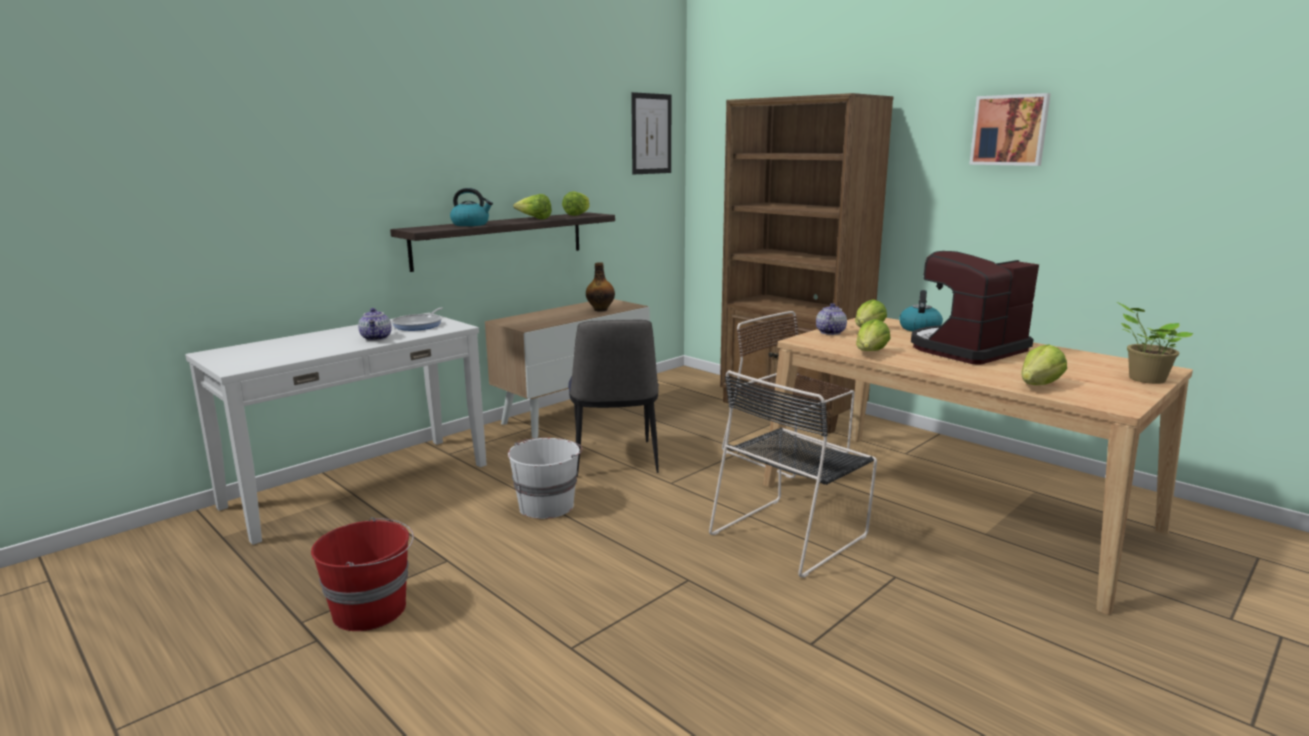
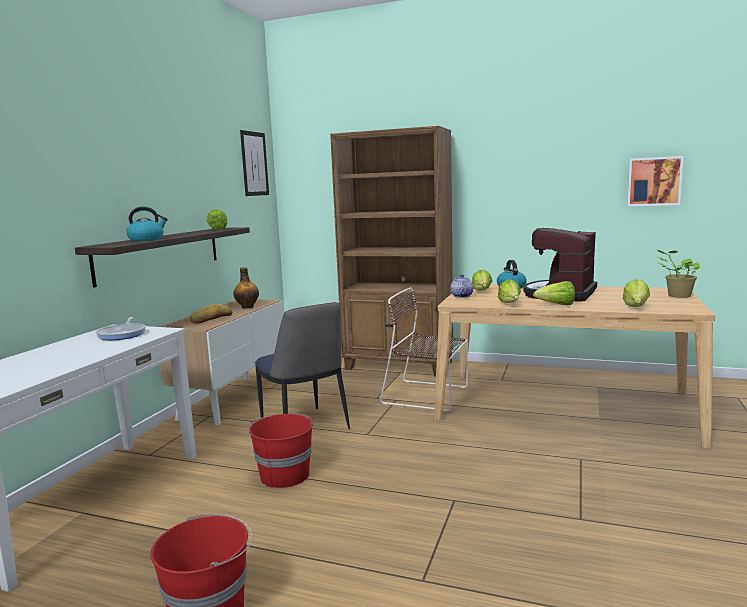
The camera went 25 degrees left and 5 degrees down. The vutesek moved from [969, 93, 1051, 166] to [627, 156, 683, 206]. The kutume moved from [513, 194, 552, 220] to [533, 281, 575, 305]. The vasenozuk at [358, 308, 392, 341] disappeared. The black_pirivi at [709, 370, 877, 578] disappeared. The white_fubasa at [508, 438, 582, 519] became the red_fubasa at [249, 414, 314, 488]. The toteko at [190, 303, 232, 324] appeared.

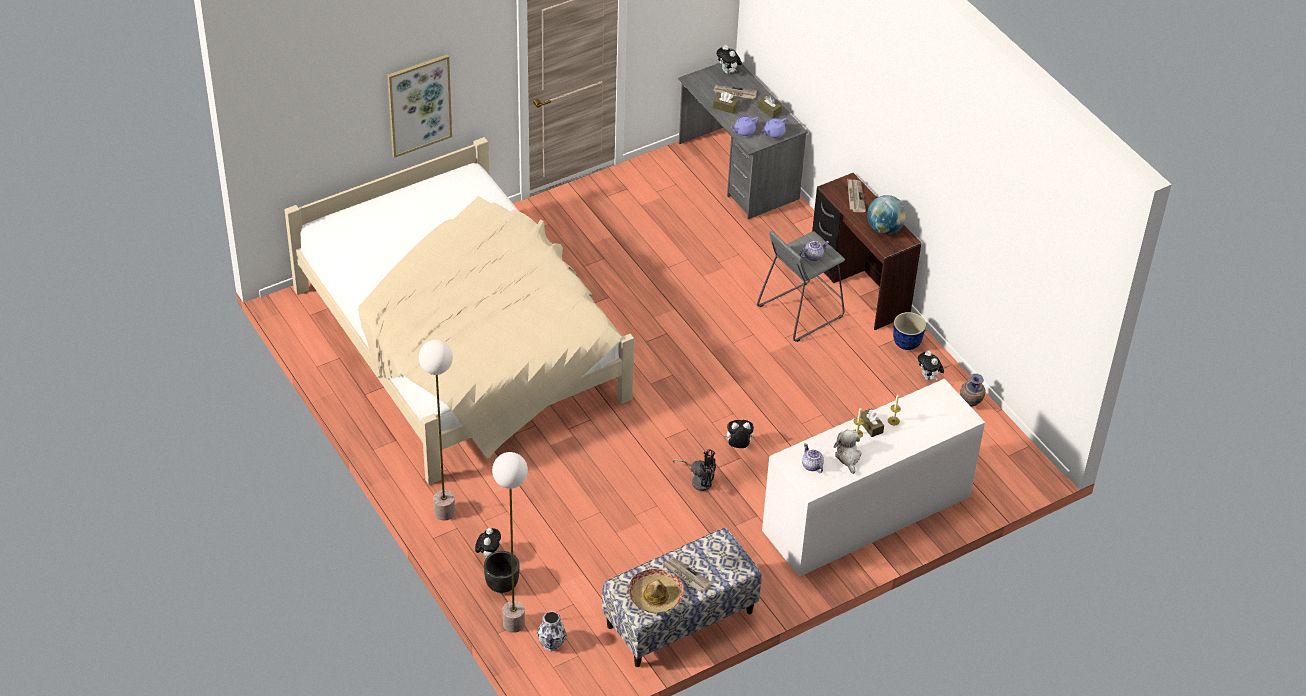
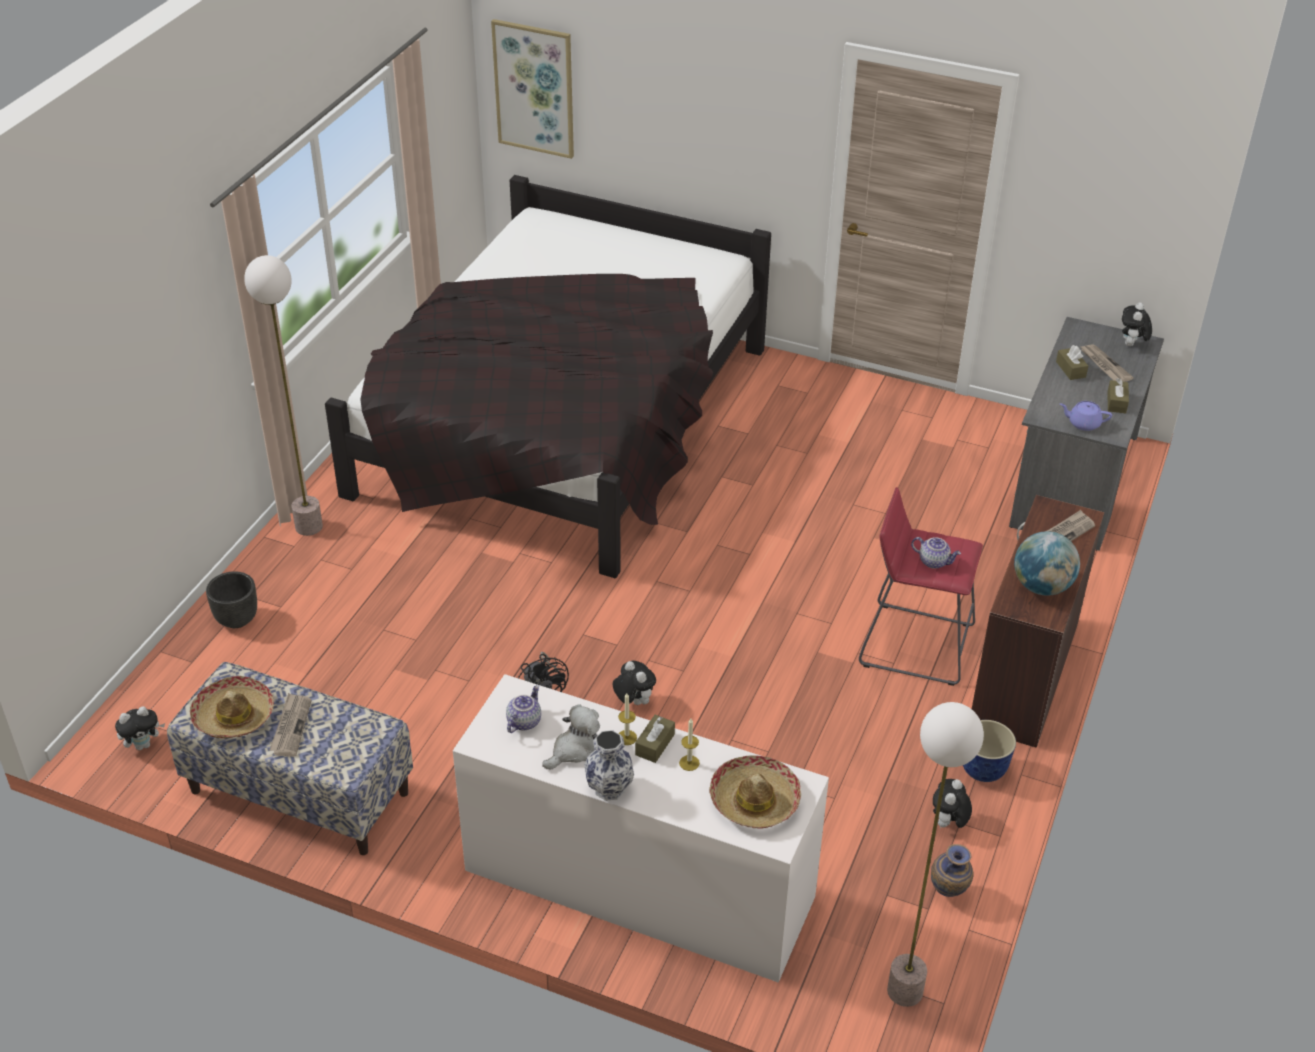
The camera went 55 degrees right and 5 degrees down. The vutesek moved from [387, 54, 452, 158] to [491, 19, 574, 159]. The purple_vasenozuk at [731, 116, 759, 136] disappeared. The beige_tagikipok at [285, 137, 635, 485] became the black_tagikipok at [325, 175, 771, 578]. The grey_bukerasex at [757, 231, 845, 342] became the red_bukerasex at [859, 487, 983, 686]. The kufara moved from [492, 452, 528, 633] to [887, 702, 984, 1007]. The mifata moved from [475, 528, 501, 558] to [115, 706, 165, 750]. The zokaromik moved from [536, 611, 567, 652] to [584, 730, 634, 801]. The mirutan at [709, 755, 801, 829] appeared.

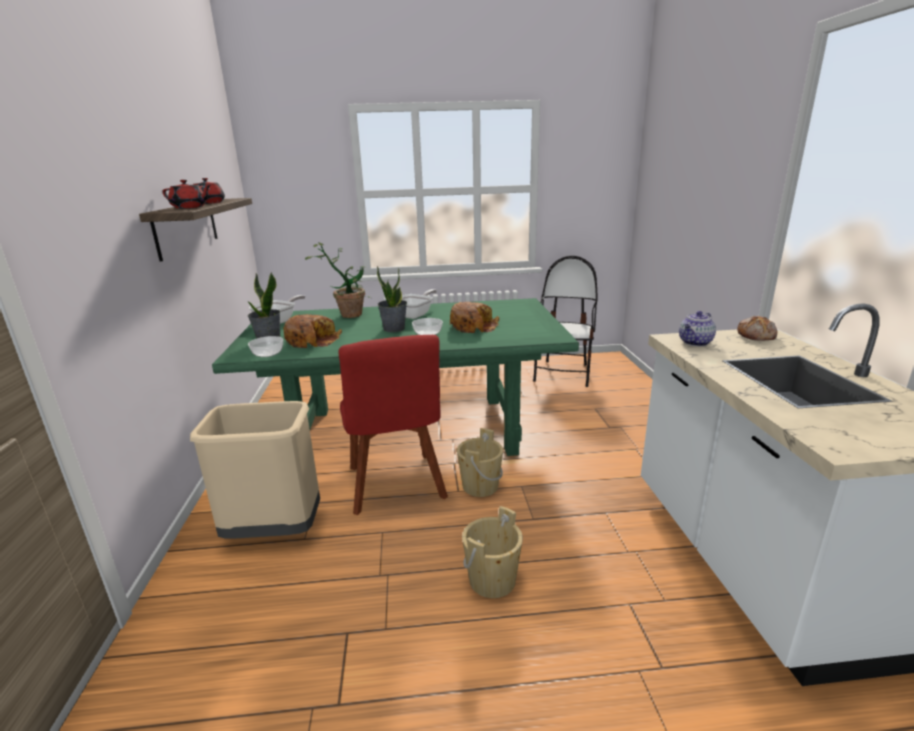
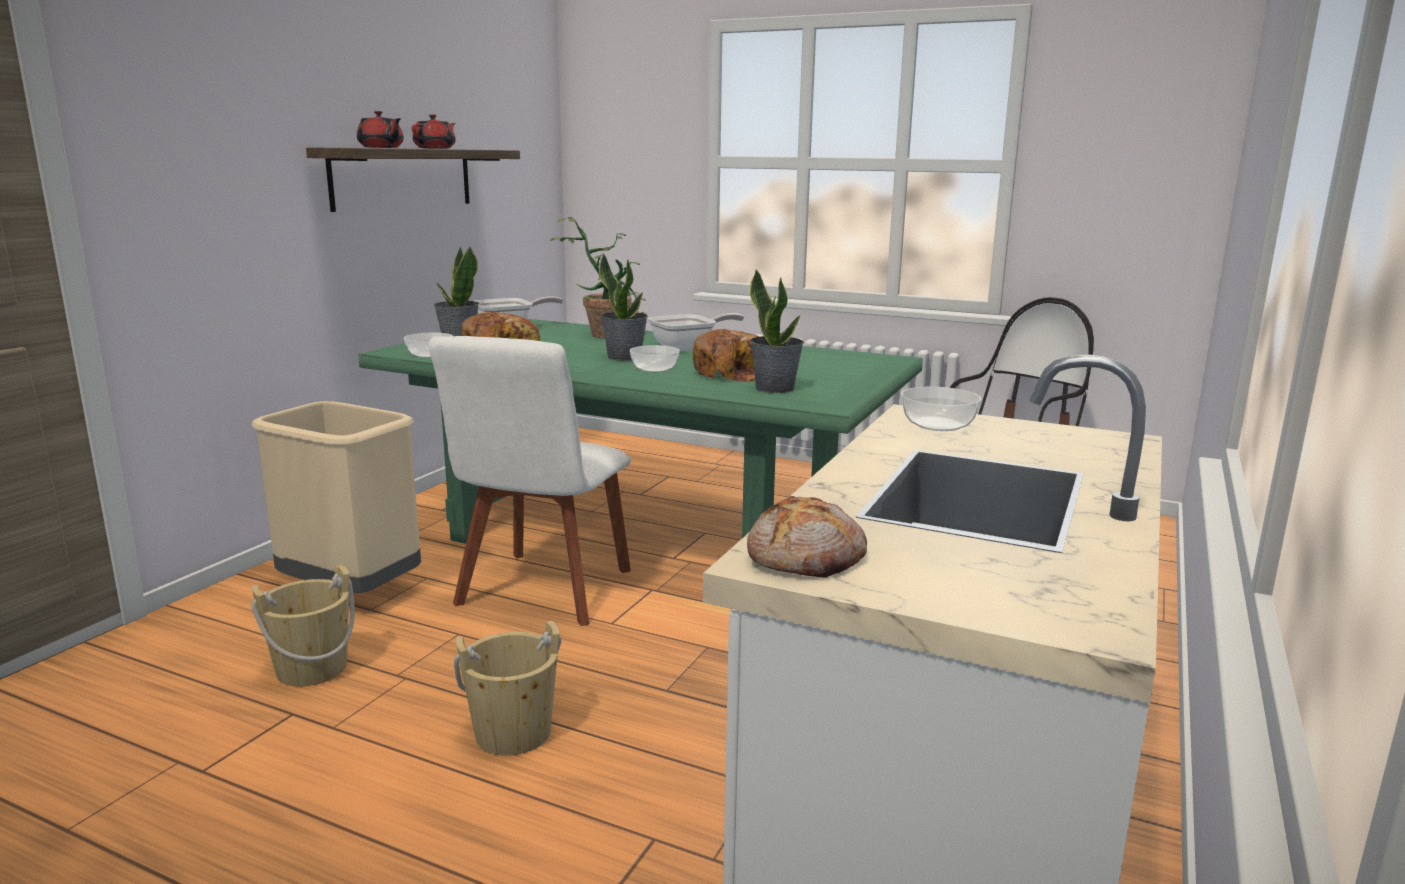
The camera went 30 degrees right and 5 degrees down. The vasenozuk at [679, 311, 716, 346] was replaced by the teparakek at [901, 387, 981, 431]. The toteko moved from [737, 316, 777, 341] to [747, 496, 867, 578]. The red_pirivi at [338, 335, 448, 515] became the white_pirivi at [428, 336, 631, 626]. The beige_fubasa moved from [457, 428, 503, 497] to [251, 565, 355, 686]. The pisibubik at [750, 270, 804, 393] appeared.

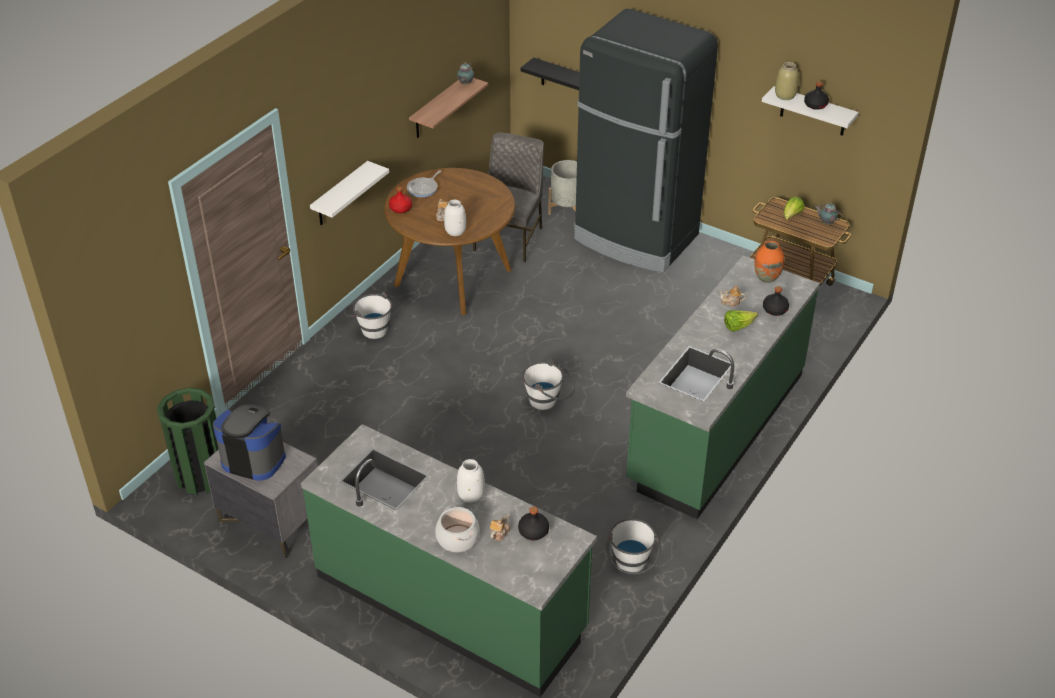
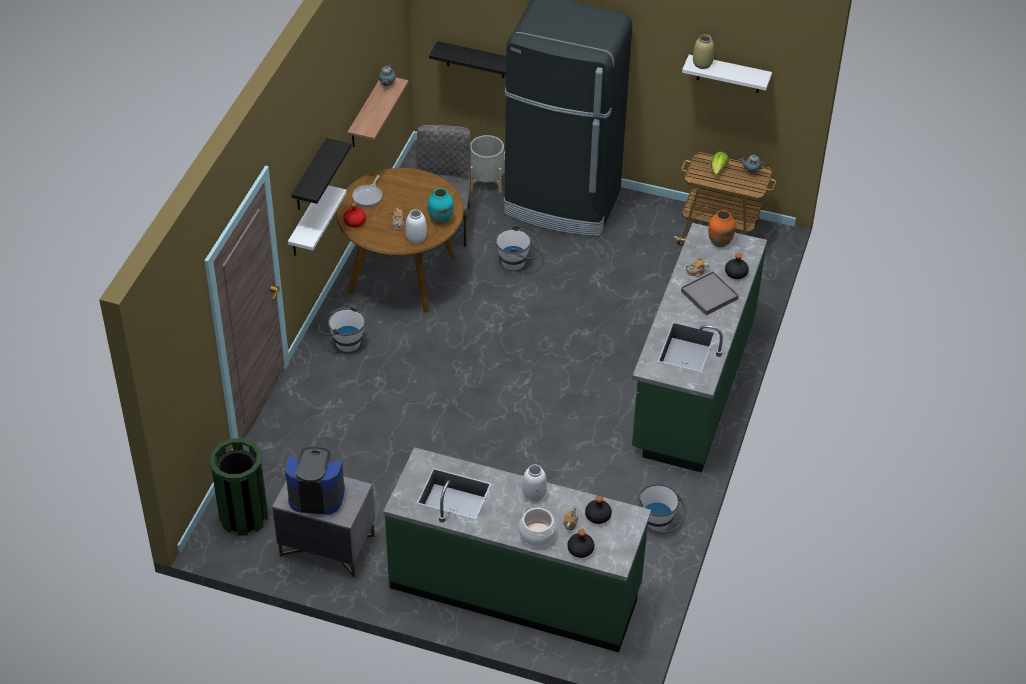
The camera went 15 degrees left and 5 degrees up. The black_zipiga moved from [804, 81, 829, 110] to [568, 529, 595, 558]. The kutume at [724, 310, 758, 331] was replaced by the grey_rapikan at [681, 271, 739, 316]. The white_fubasa moved from [522, 359, 575, 410] to [495, 225, 542, 270]. The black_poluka at [292, 138, 351, 210] appeared. The turquoise_zokaromik at [428, 188, 454, 225] appeared.

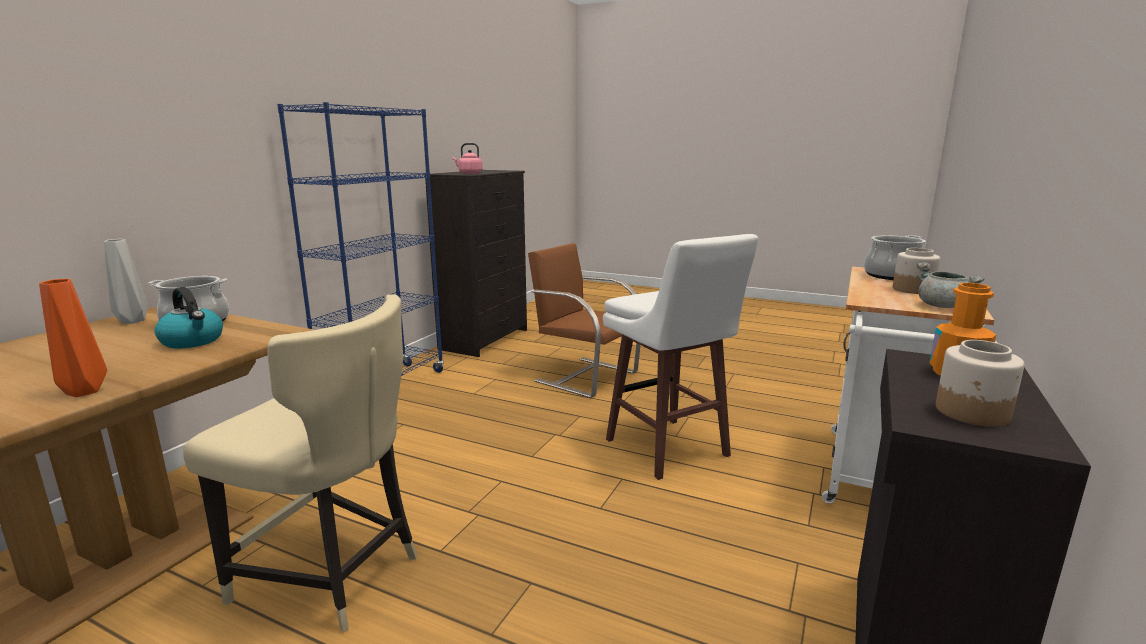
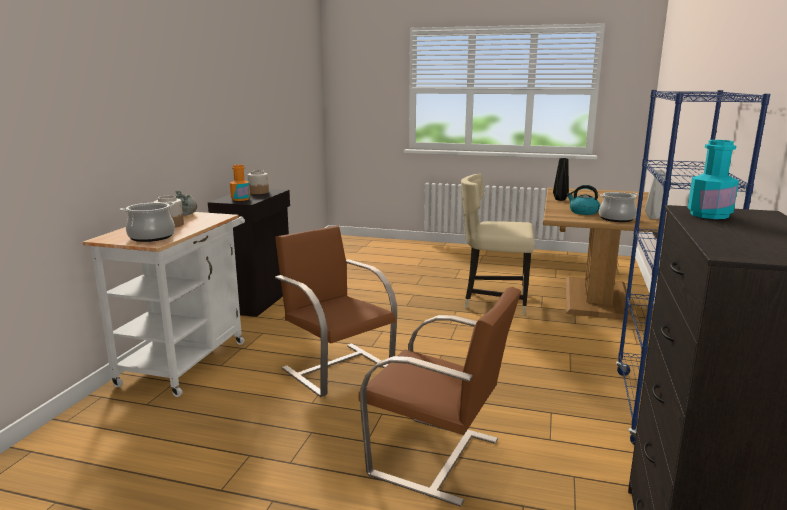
The camera went 170 degrees right and 0 degrees up. The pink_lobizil at [452, 143, 483, 174] was replaced by the turquoise_zipiga at [688, 140, 739, 219]. The white_bukerasex at [603, 234, 759, 480] was replaced by the brown_pirivi at [275, 225, 397, 397]. The orange_zokaromik at [39, 279, 107, 397] became the black_zokaromik at [553, 158, 569, 201].

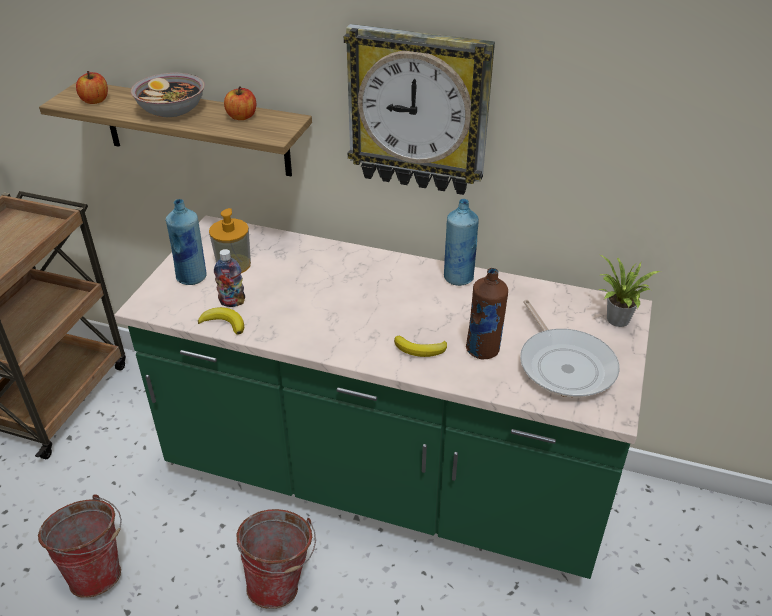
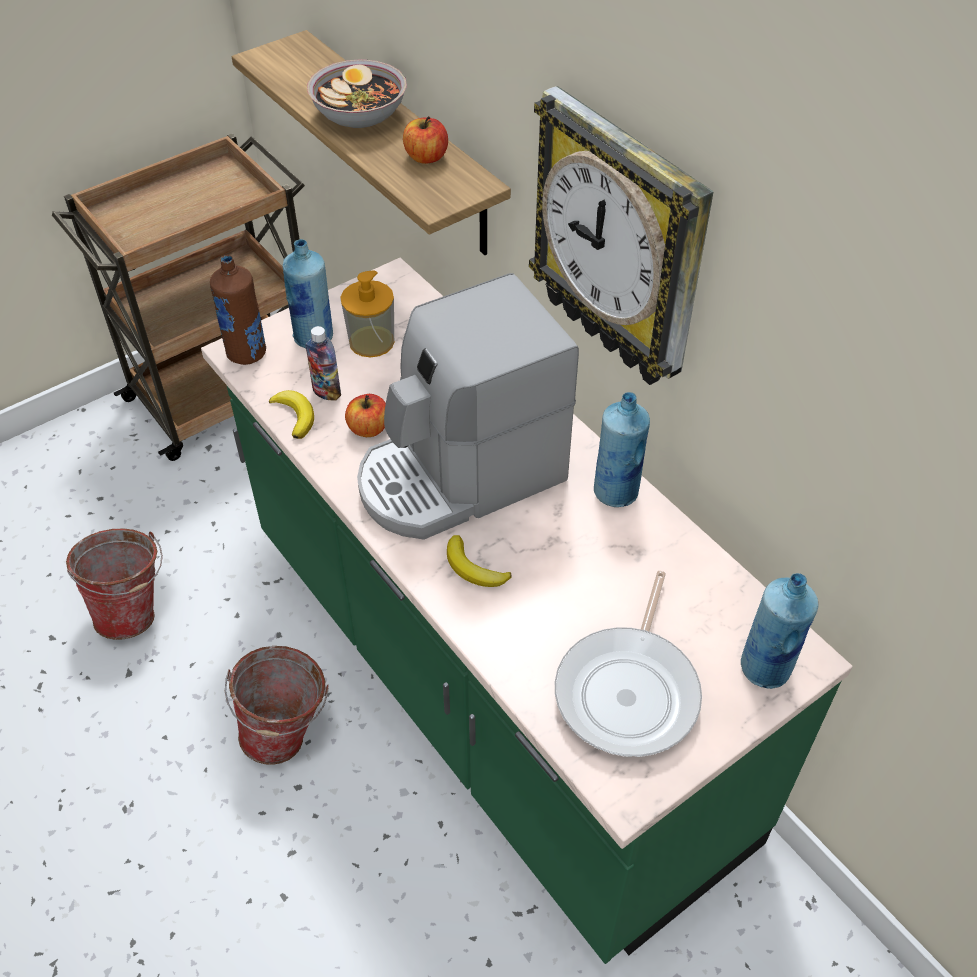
The camera went 35 degrees right and 10 degrees up. The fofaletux moved from [76, 71, 108, 104] to [345, 394, 386, 437]. The pisibubik at [599, 254, 660, 327] was replaced by the blue_zipiga at [741, 573, 818, 689]. The brown_zipiga moved from [466, 268, 508, 360] to [210, 255, 266, 365]. The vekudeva at [357, 273, 579, 540] appeared.

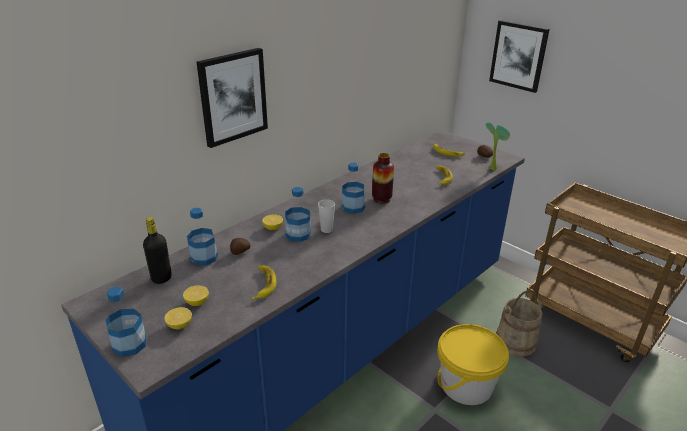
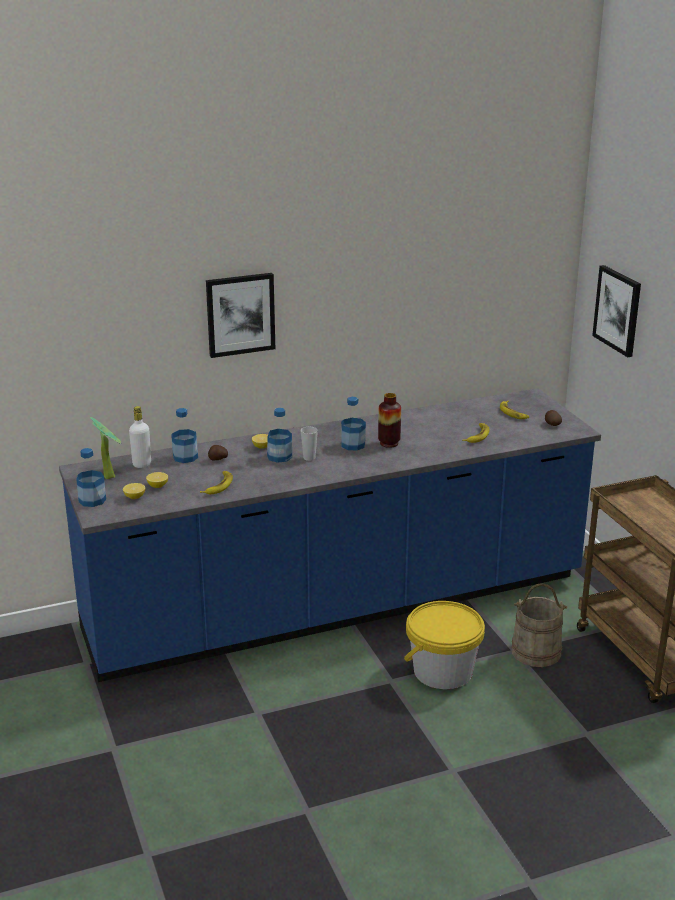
The camera went 25 degrees right and 5 degrees down. The pisibubik moved from [486, 122, 510, 171] to [90, 417, 121, 479]. The black_zipiga at [143, 217, 172, 284] became the white_zipiga at [129, 406, 151, 468].

